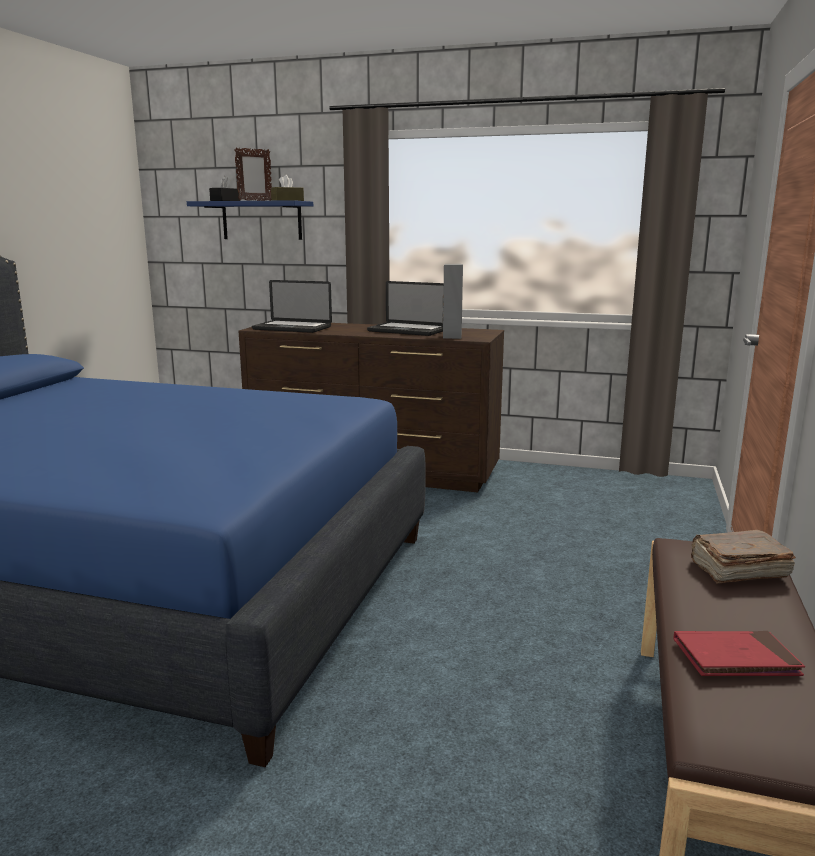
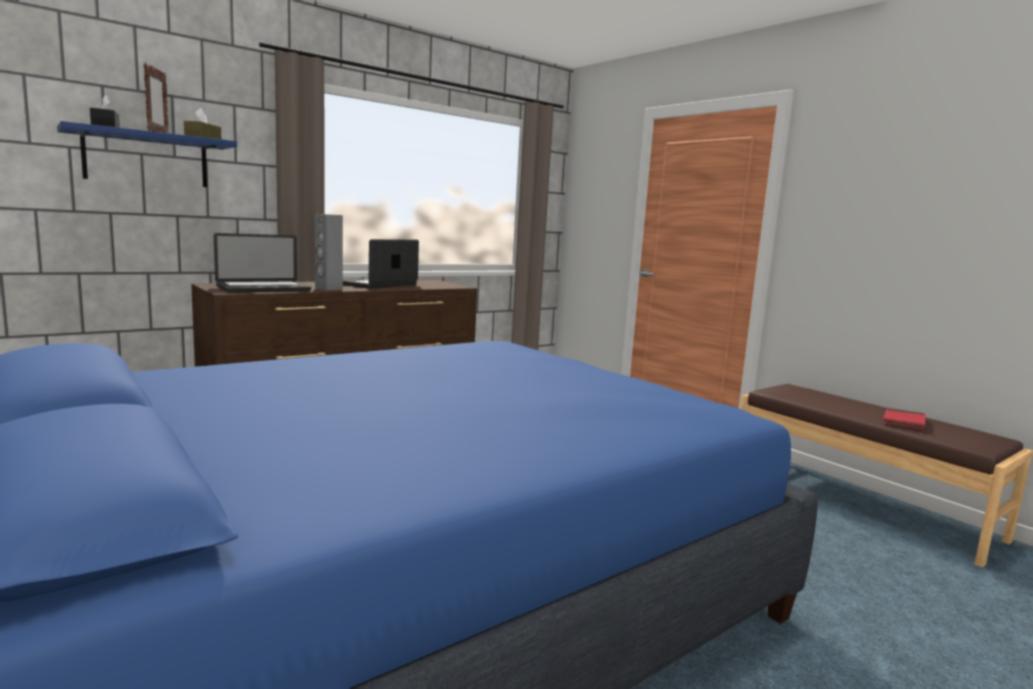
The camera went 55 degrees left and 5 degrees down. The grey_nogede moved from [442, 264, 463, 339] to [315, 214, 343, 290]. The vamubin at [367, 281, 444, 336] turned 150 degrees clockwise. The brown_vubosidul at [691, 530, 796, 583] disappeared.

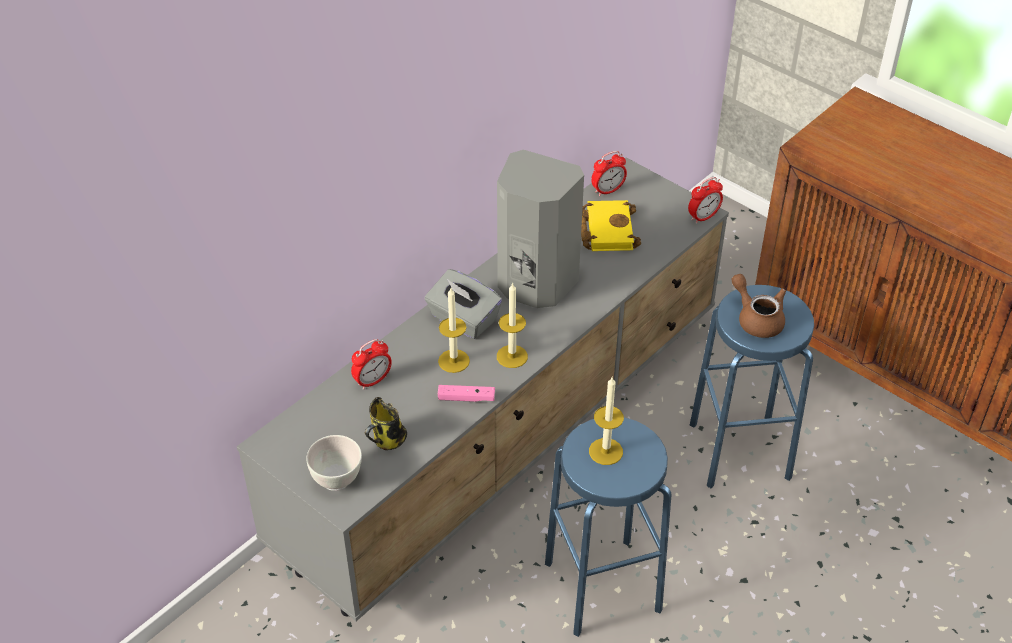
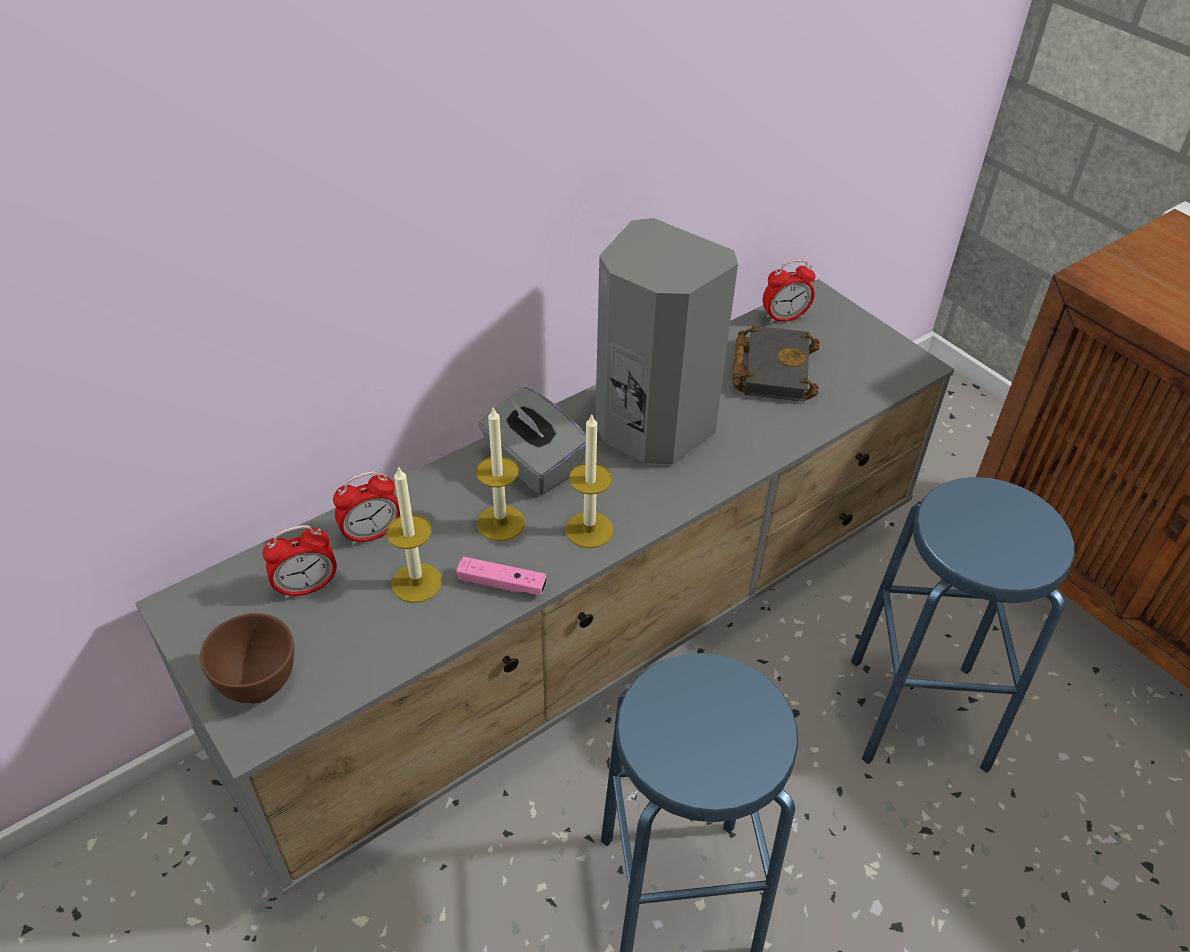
The camera went 10 degrees right and 0 degrees up. The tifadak moved from [688, 177, 723, 224] to [263, 525, 337, 599]. The yellow_vubosidul at [581, 200, 641, 251] became the black_vubosidul at [732, 326, 819, 402]. The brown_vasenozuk at [732, 274, 786, 338] disappeared. The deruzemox moved from [589, 376, 624, 465] to [386, 466, 442, 603]. The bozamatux at [365, 397, 407, 450] disappeared. The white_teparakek at [307, 435, 362, 491] became the brown_teparakek at [200, 613, 294, 703].

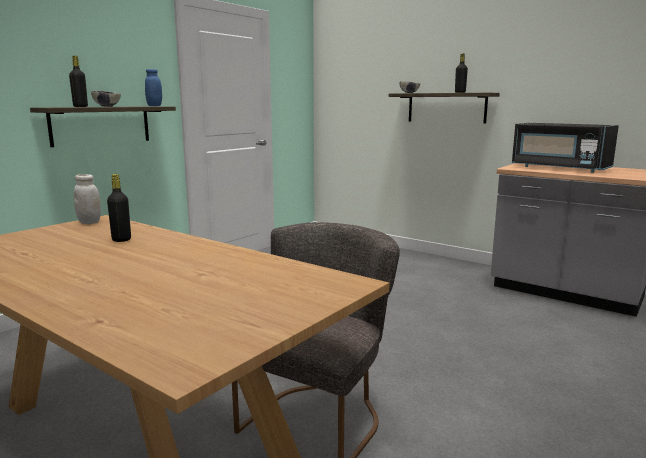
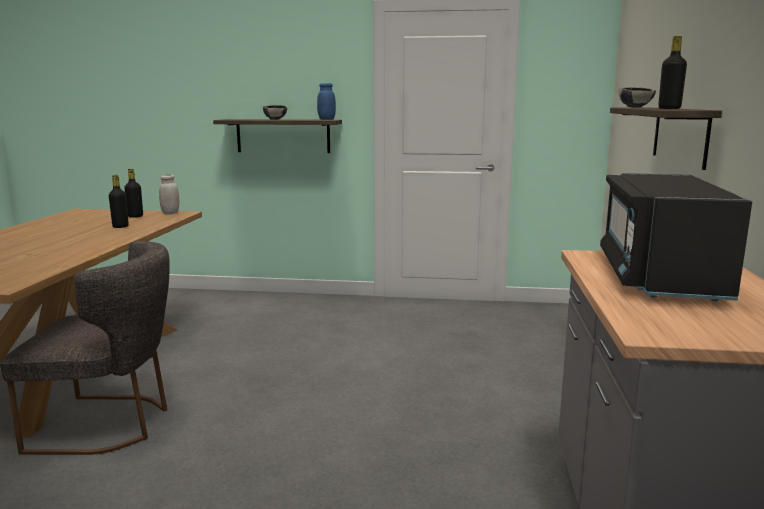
The camera went 60 degrees right and 0 degrees up. The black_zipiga moved from [69, 56, 88, 107] to [124, 169, 143, 218].

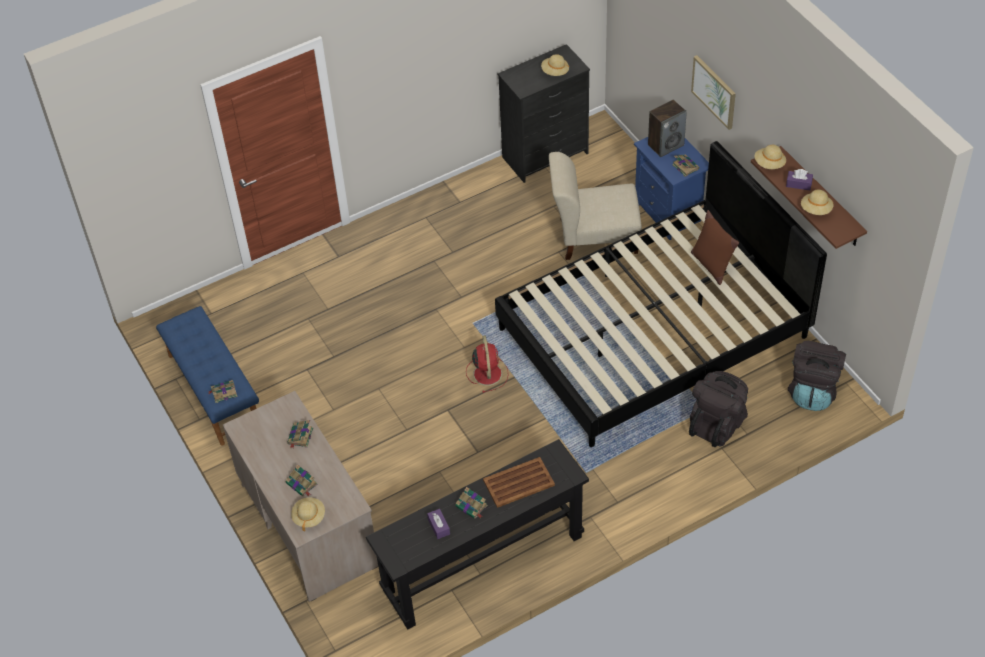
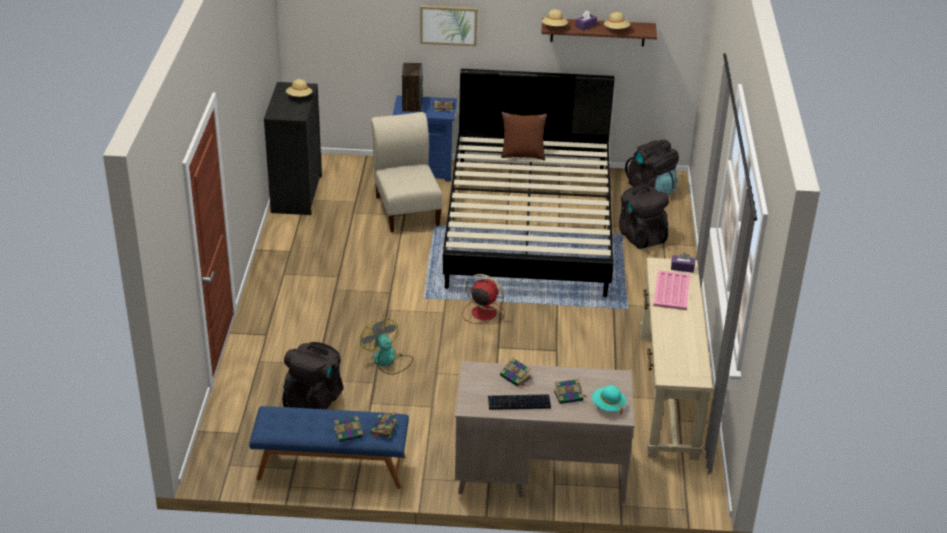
The camera went 60 degrees left and 15 degrees down. The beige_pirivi at [549, 152, 642, 260] turned 135 degrees clockwise. The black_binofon at [366, 439, 589, 630] became the beige_binofon at [640, 258, 713, 460]. The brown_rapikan at [483, 457, 555, 508] became the pink_rapikan at [653, 270, 690, 310]. The vubosidul moved from [455, 487, 488, 519] to [334, 416, 367, 442]. The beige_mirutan at [291, 498, 325, 531] became the turquoise_mirutan at [592, 385, 626, 414]. The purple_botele moved from [427, 509, 450, 539] to [671, 252, 695, 273]. The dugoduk at [360, 318, 413, 375] appeared. The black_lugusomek at [282, 342, 343, 409] appeared. The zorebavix at [488, 394, 551, 410] appeared.

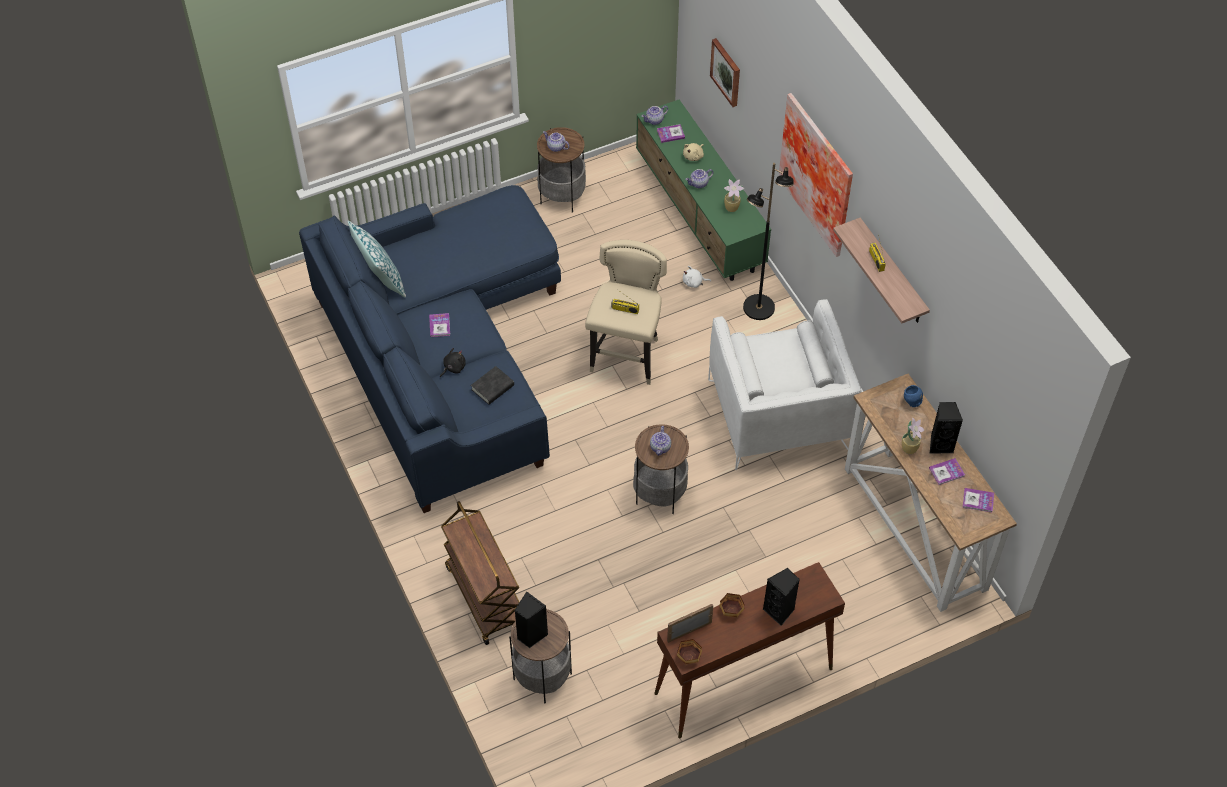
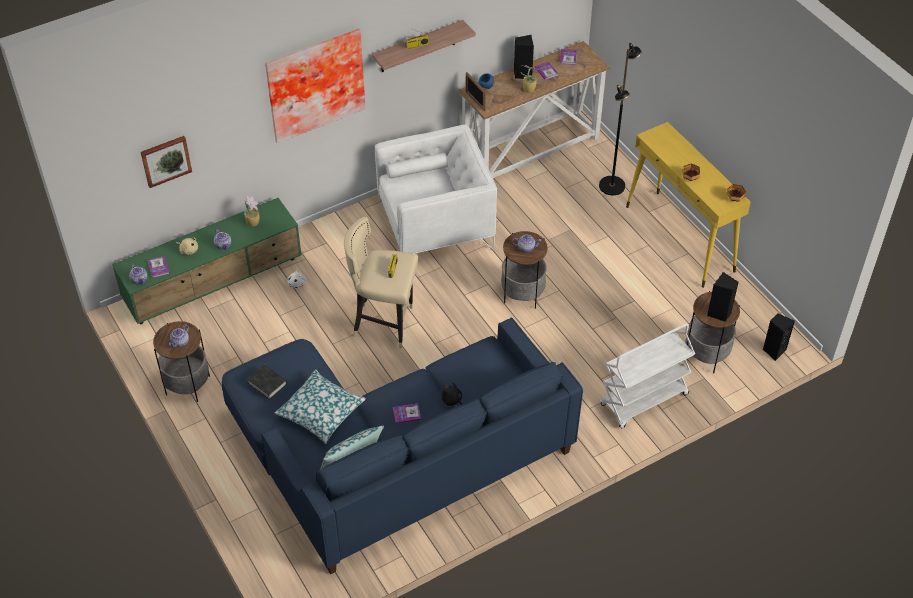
The camera went 95 degrees left and 5 degrees down. The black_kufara moved from [743, 163, 794, 320] to [599, 43, 642, 195]. The black_vubosidul moved from [471, 366, 514, 405] to [247, 365, 287, 399]. The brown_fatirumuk at [441, 501, 519, 645] became the white_fatirumuk at [600, 324, 695, 429]. The brown_binofon at [654, 562, 845, 738] became the yellow_binofon at [626, 122, 751, 288]. The black_nogede moved from [763, 568, 800, 626] to [763, 313, 795, 361]. The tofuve moved from [667, 604, 713, 643] to [466, 72, 486, 111]. The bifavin at [274, 369, 366, 444] appeared.

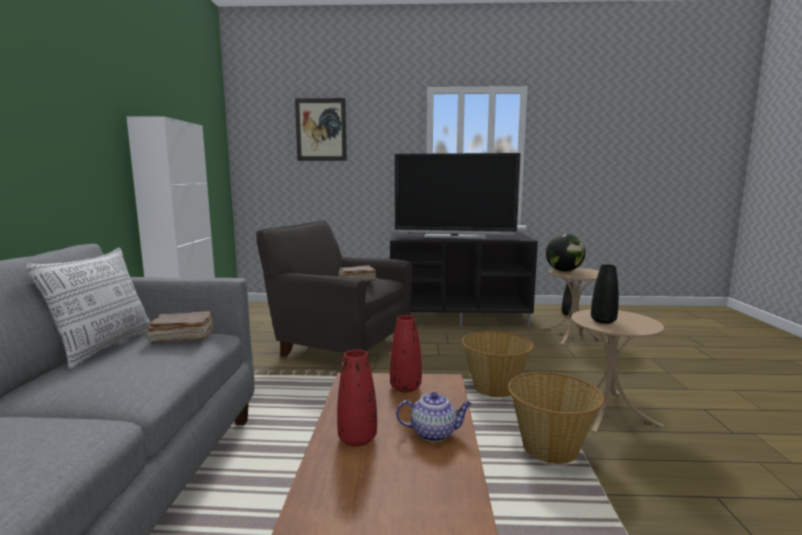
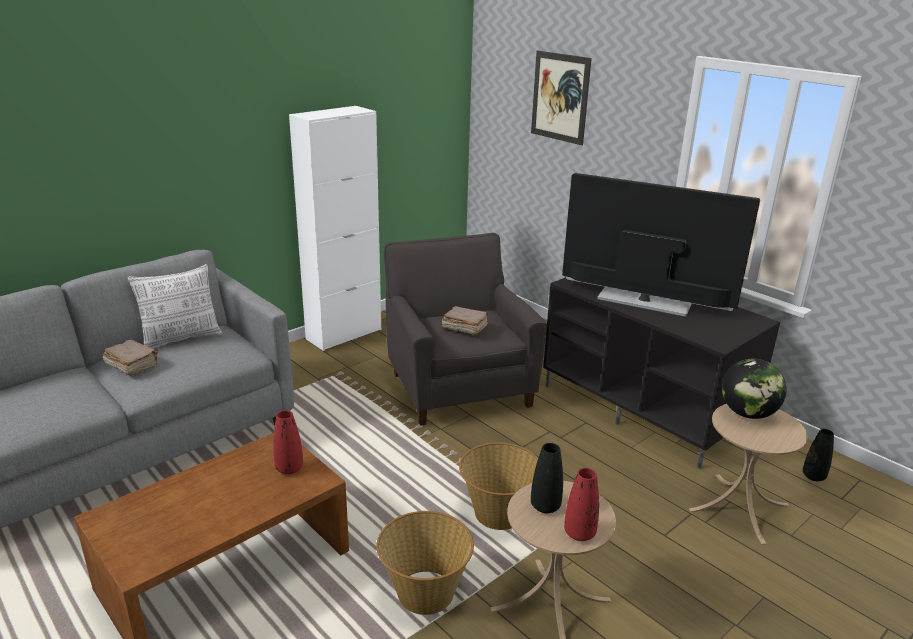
The camera went 45 degrees right and 15 degrees up. The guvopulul at [394, 153, 521, 239] turned 150 degrees clockwise. The brown_vubosidul moved from [146, 311, 213, 344] to [103, 339, 158, 375]. The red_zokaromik moved from [337, 349, 377, 447] to [564, 468, 599, 541]. The vasenozuk at [396, 392, 472, 442] disappeared.

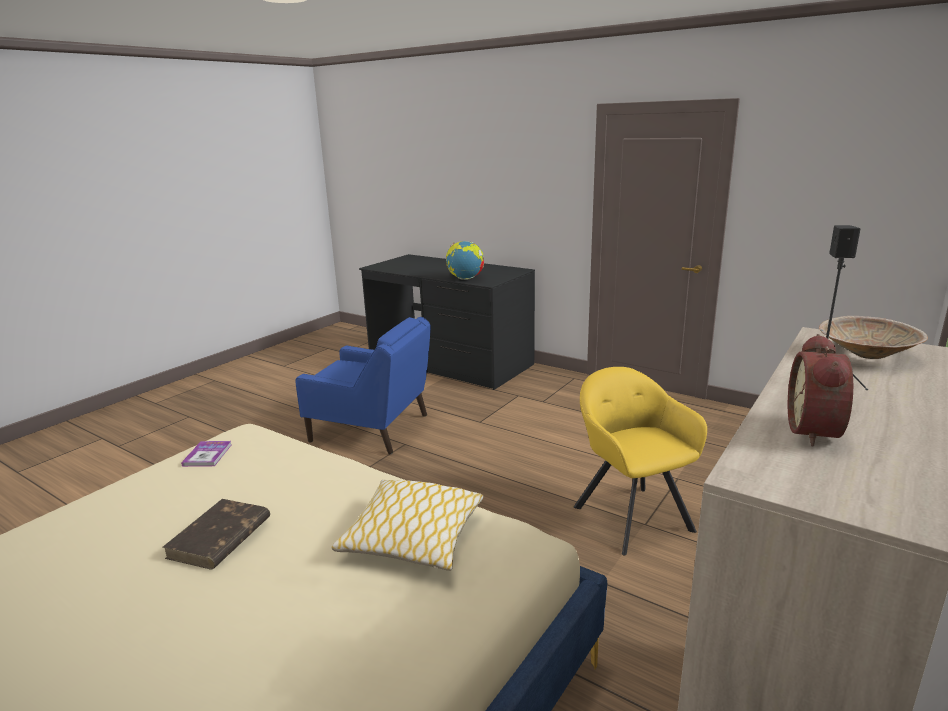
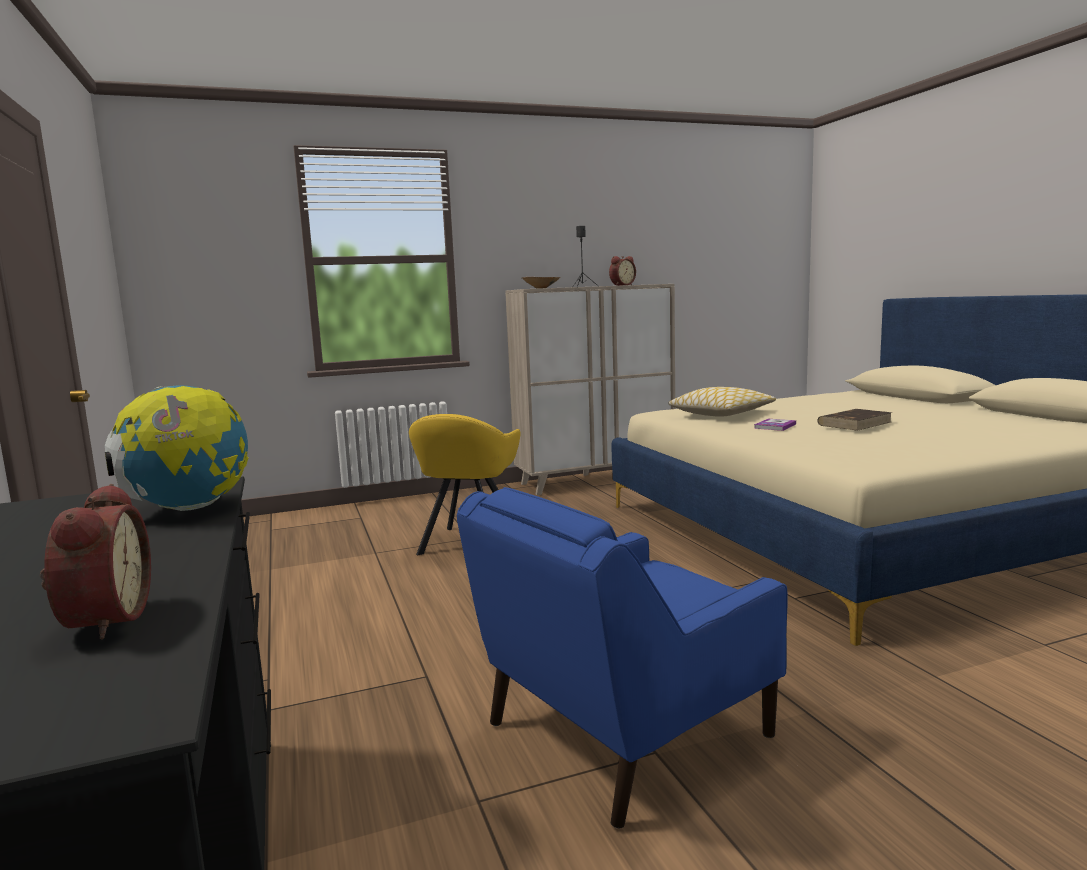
The camera went 145 degrees left and 10 degrees down. The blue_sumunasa at [295, 317, 431, 454] turned 90 degrees counterclockwise. The vubosidul moved from [181, 441, 231, 467] to [754, 419, 796, 431]. The tifadak at [40, 484, 151, 639] appeared.

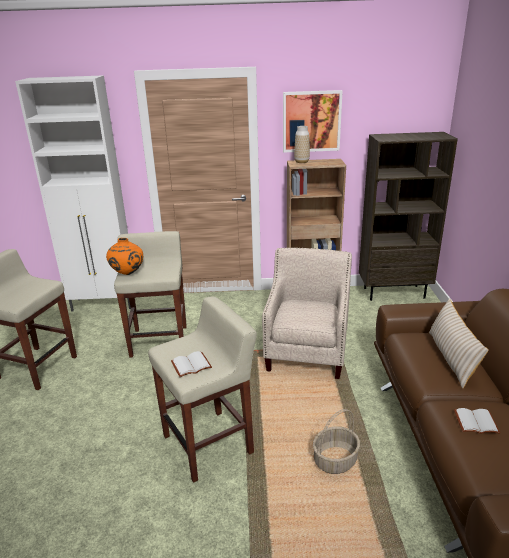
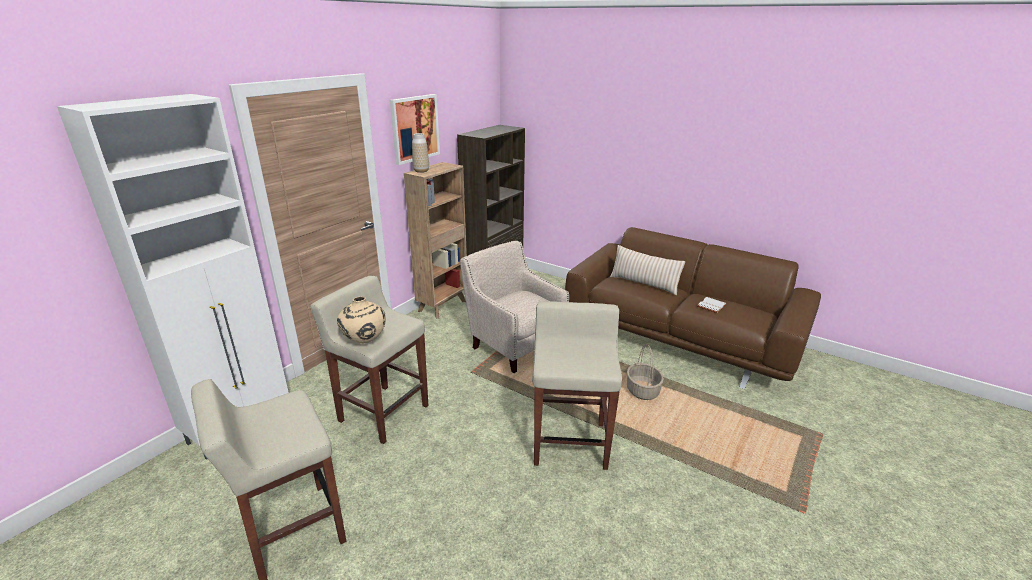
The camera went 55 degrees left and 0 degrees up. The orange_zokaromik at [106, 238, 143, 275] became the beige_zokaromik at [337, 296, 386, 343]. The white_vubosidul at [171, 351, 212, 377] disappeared.

